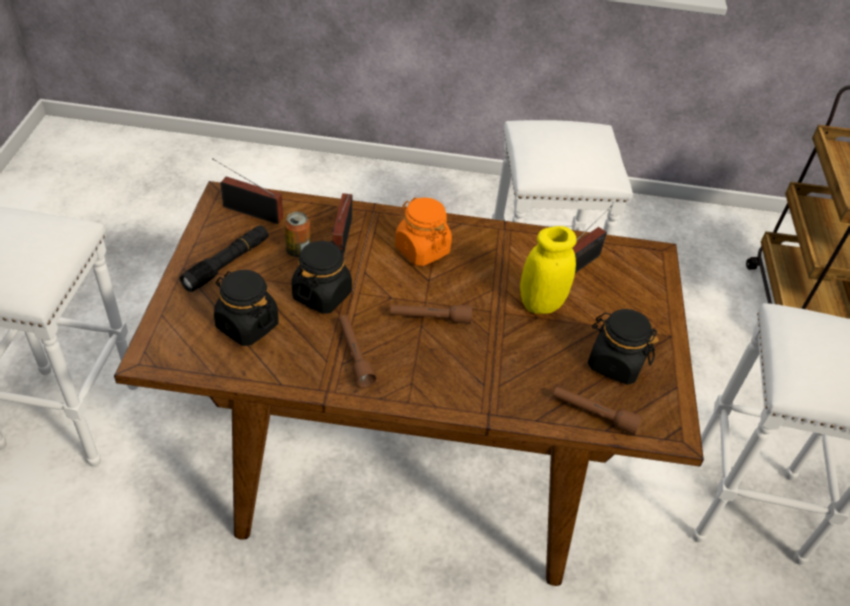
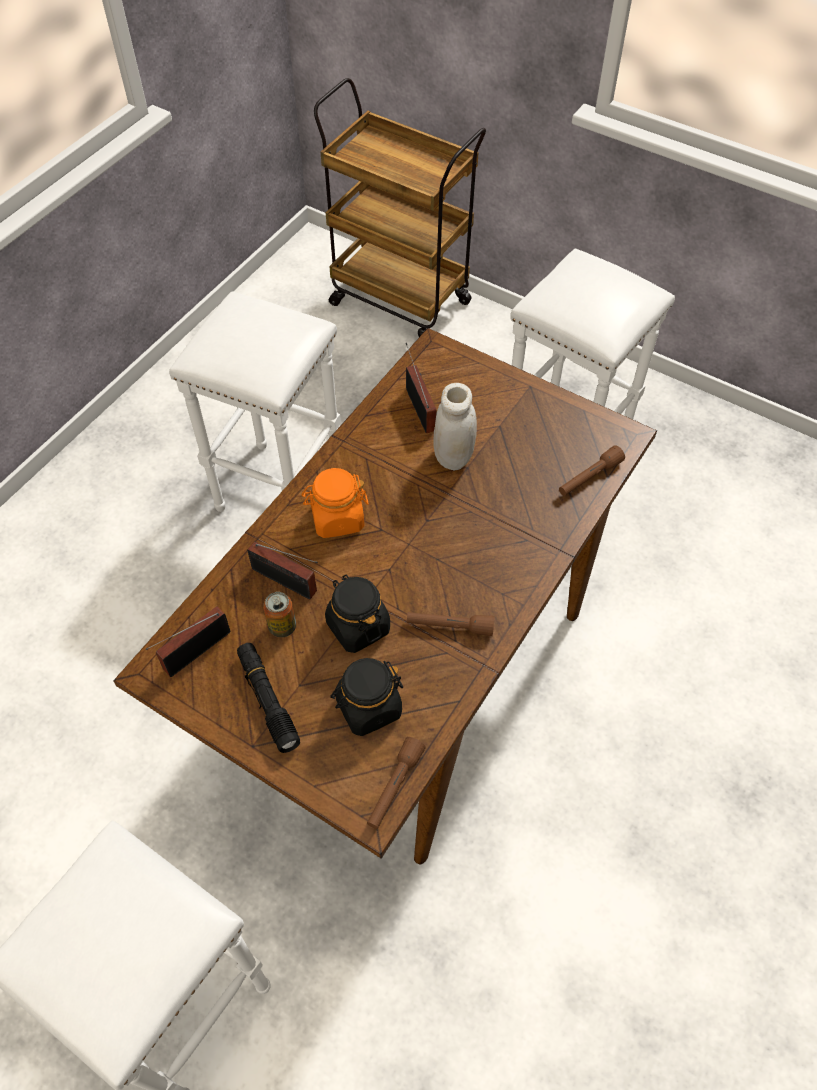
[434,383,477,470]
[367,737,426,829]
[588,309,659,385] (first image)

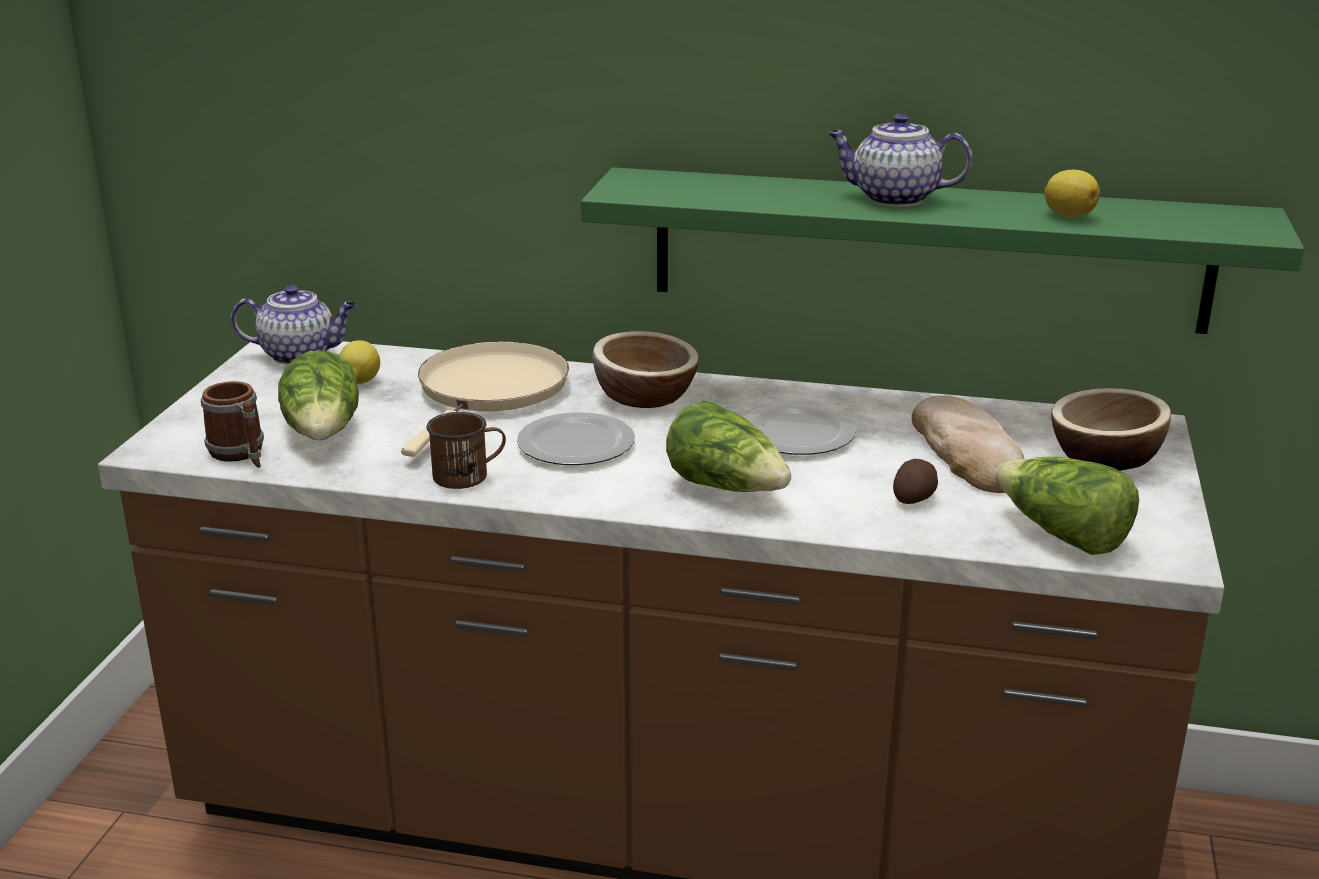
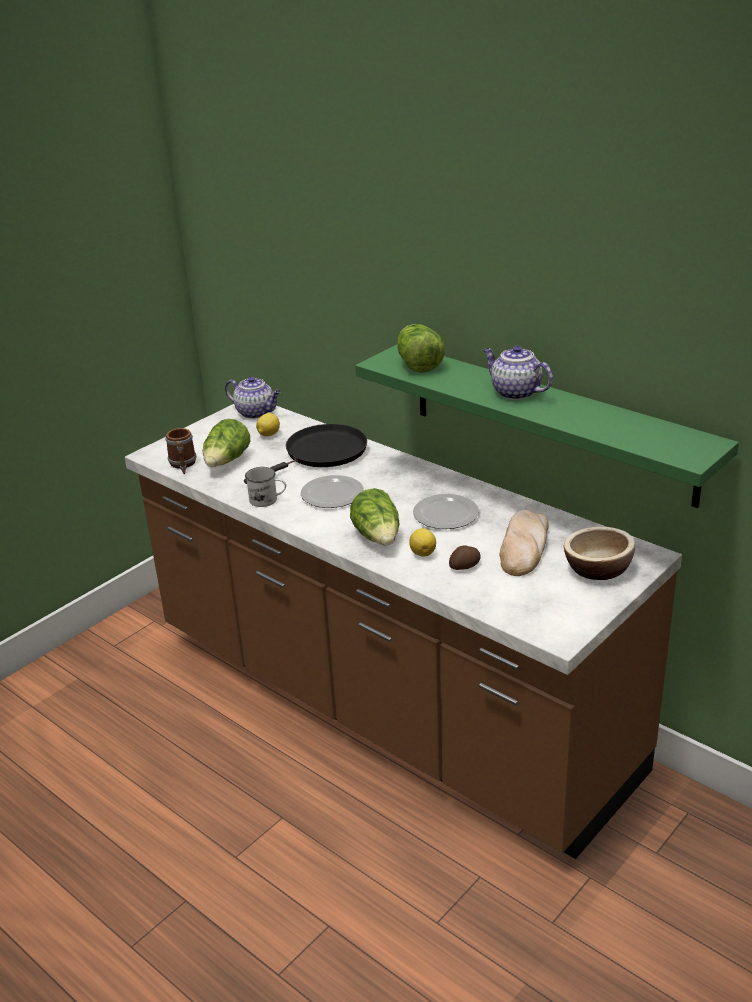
[409,528,436,556]
[593,331,699,408] (first image)
[244,424,367,484]
[245,467,286,507]
[397,324,445,373]

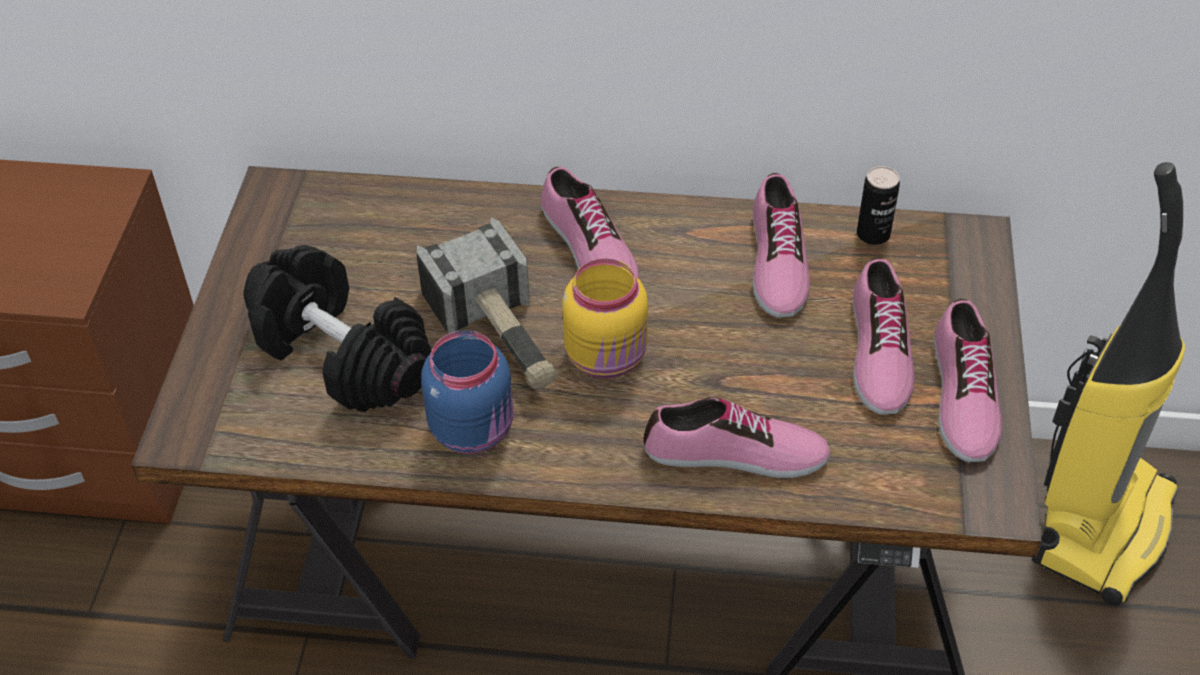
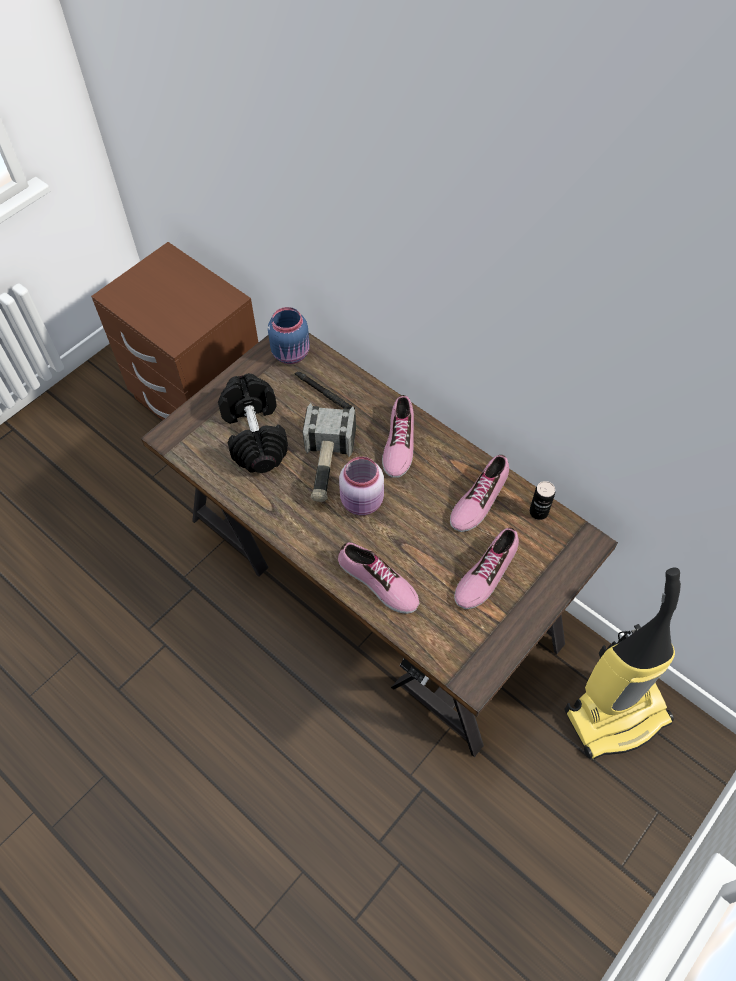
[339,457,384,515]
[934,299,1002,463] (first image)
[268,307,310,364]
[295,371,355,409]

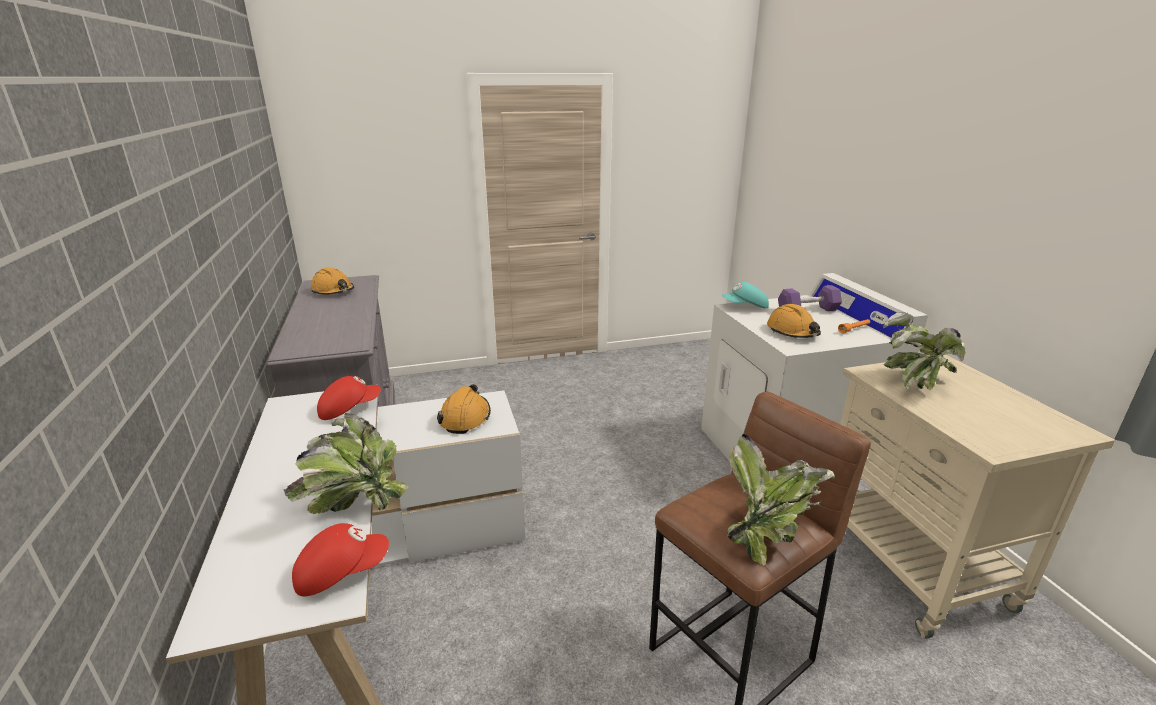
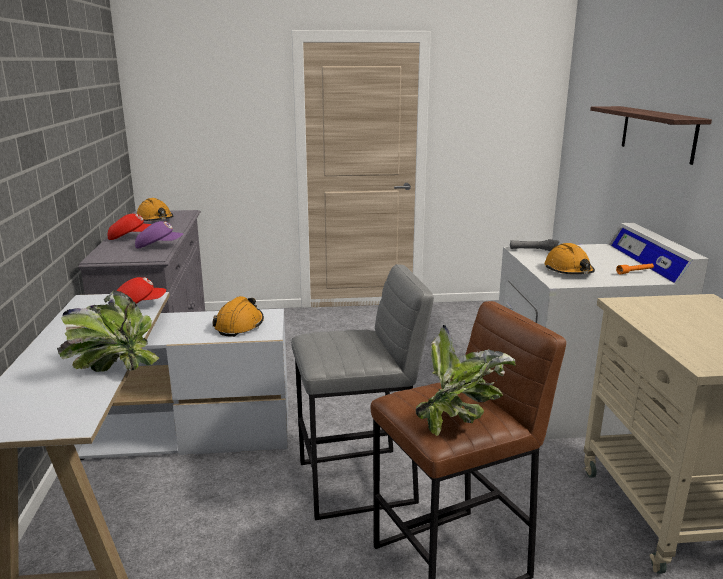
[510,239,559,251]
[778,285,842,311] (first image)
[883,312,965,390] (first image)
[108,214,152,240]
[590,106,712,165]
[135,221,183,248]
[291,264,434,520]

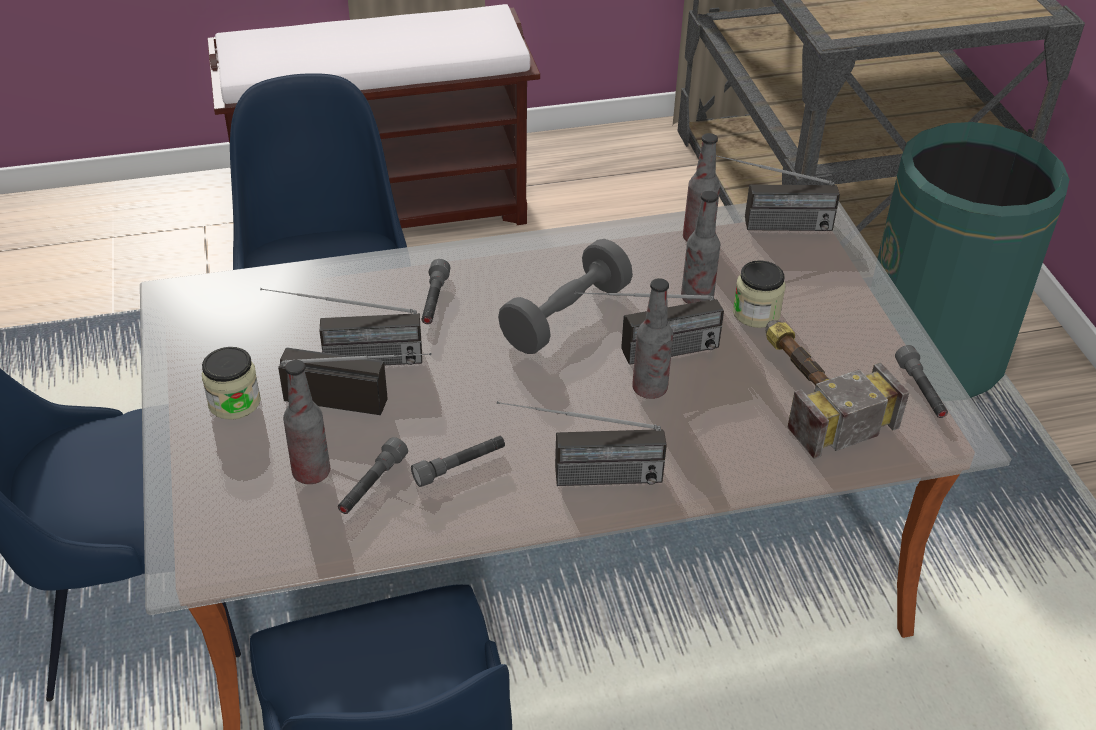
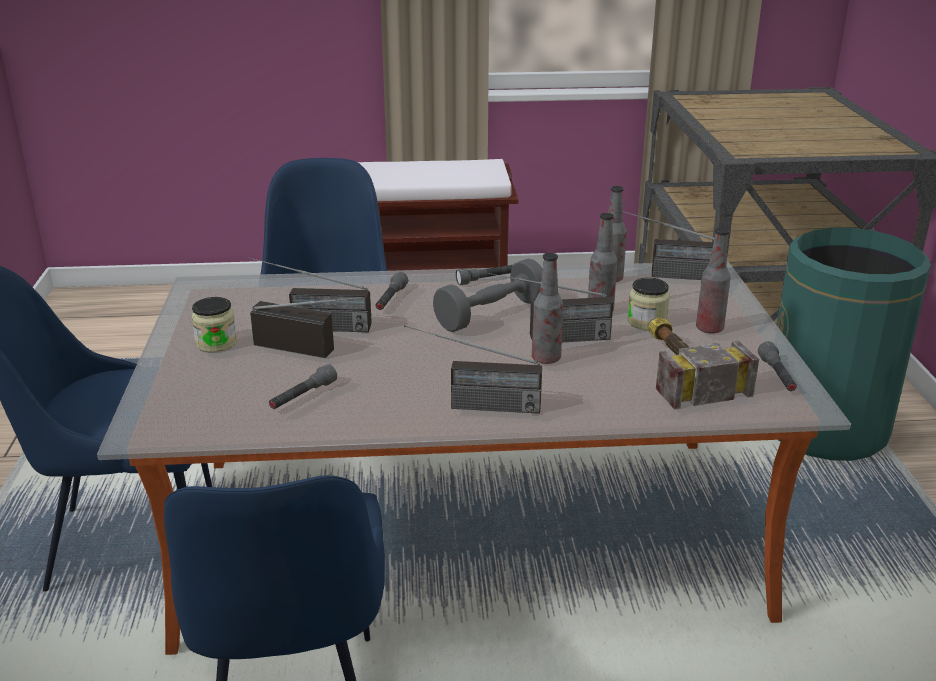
[696,228,731,334]
[456,265,513,285]

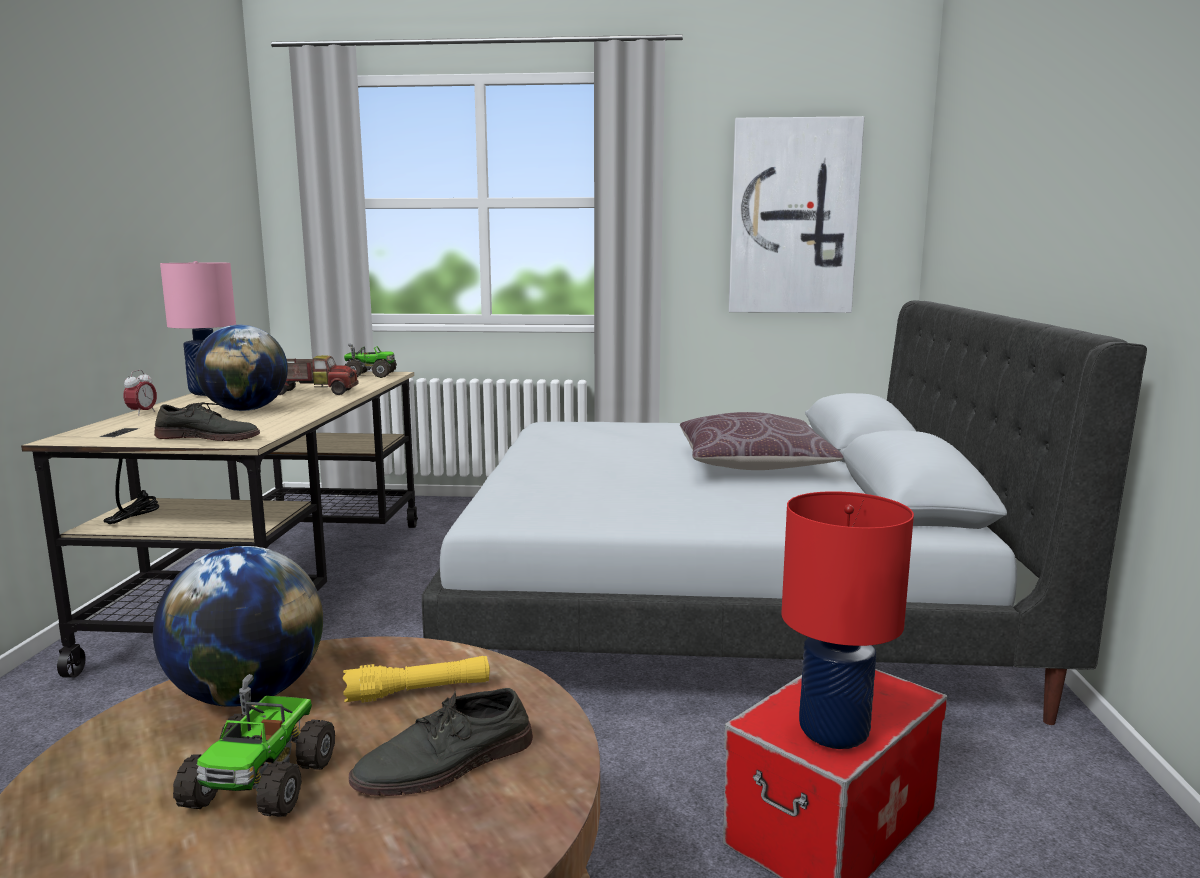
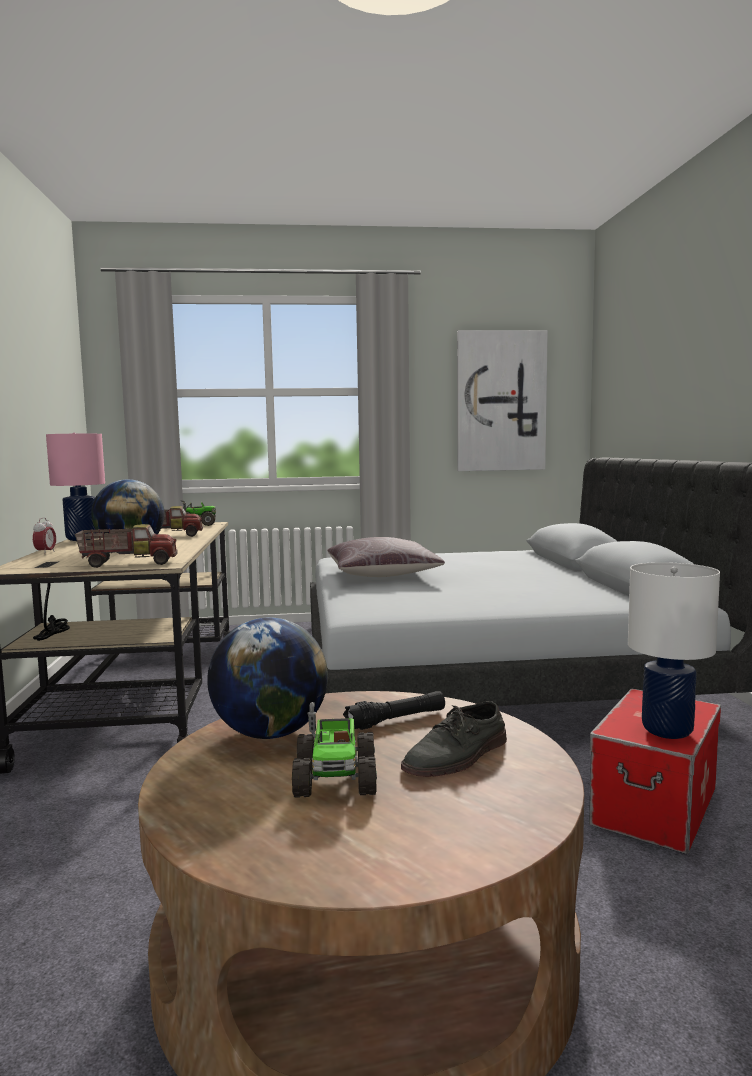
[75,524,178,568]
[327,537,445,577]
[628,562,720,739]
[343,691,445,730]

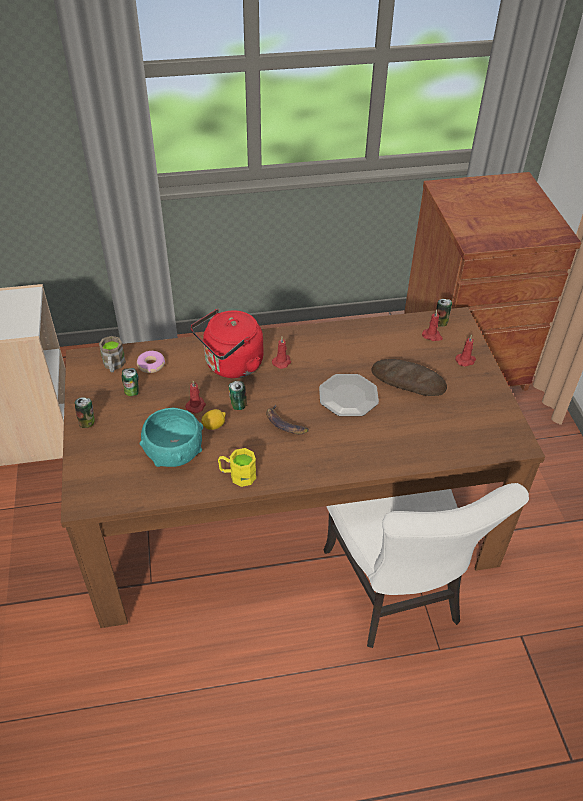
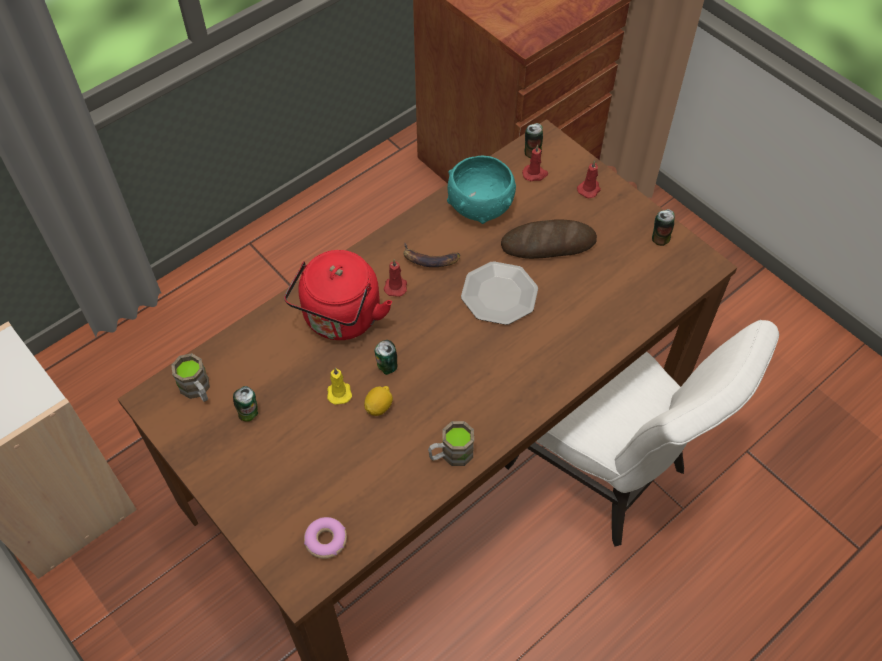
[304,517,347,559]
[327,368,352,405]
[652,209,675,246]
[403,243,460,267]
[447,156,516,224]
[428,421,474,466]

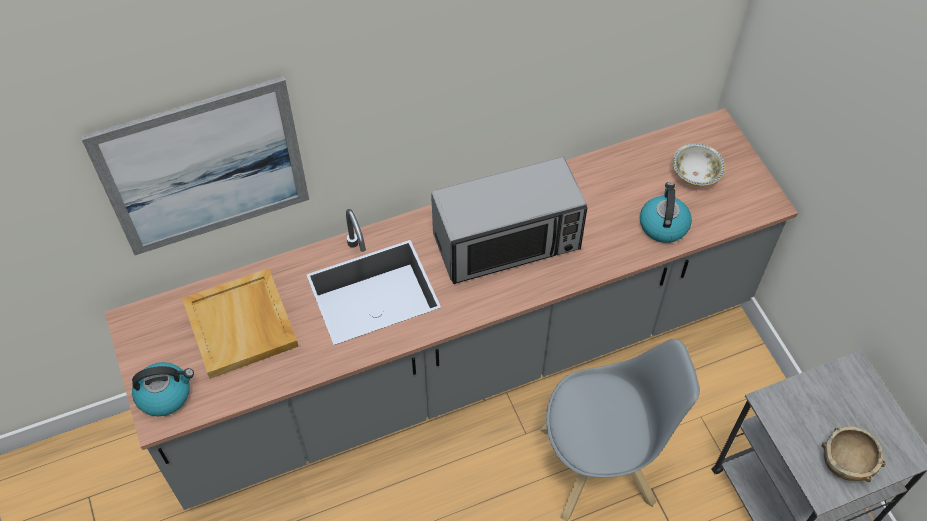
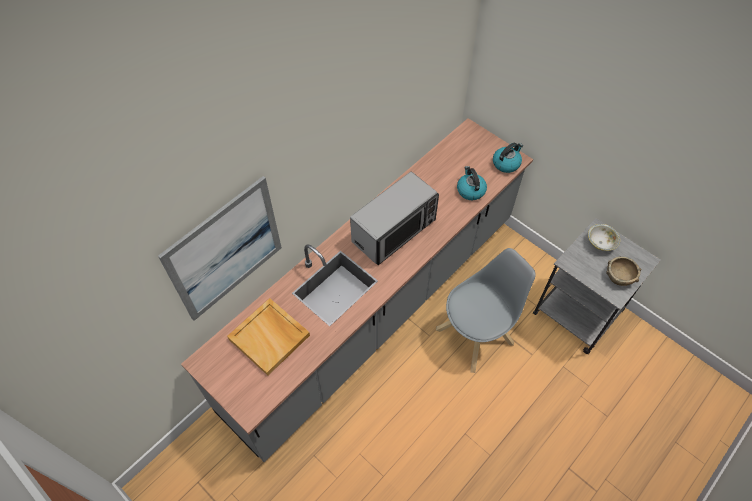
[588,224,620,251]
[493,143,523,173]

